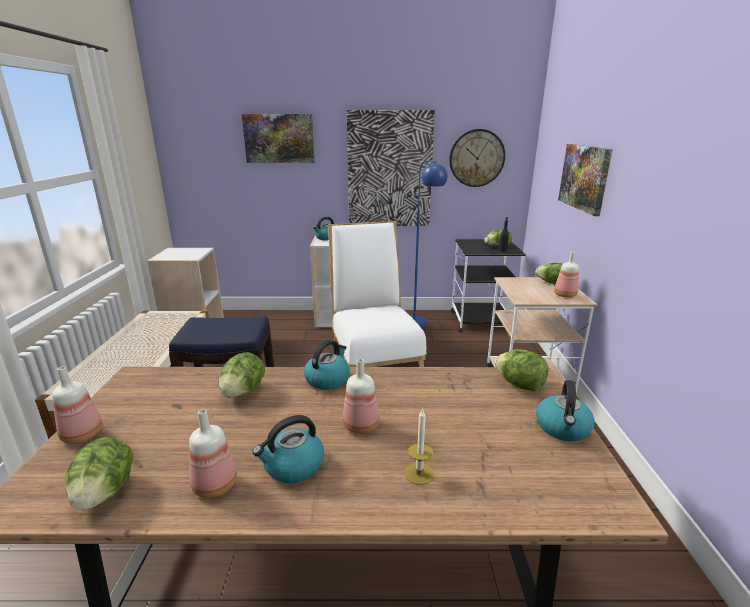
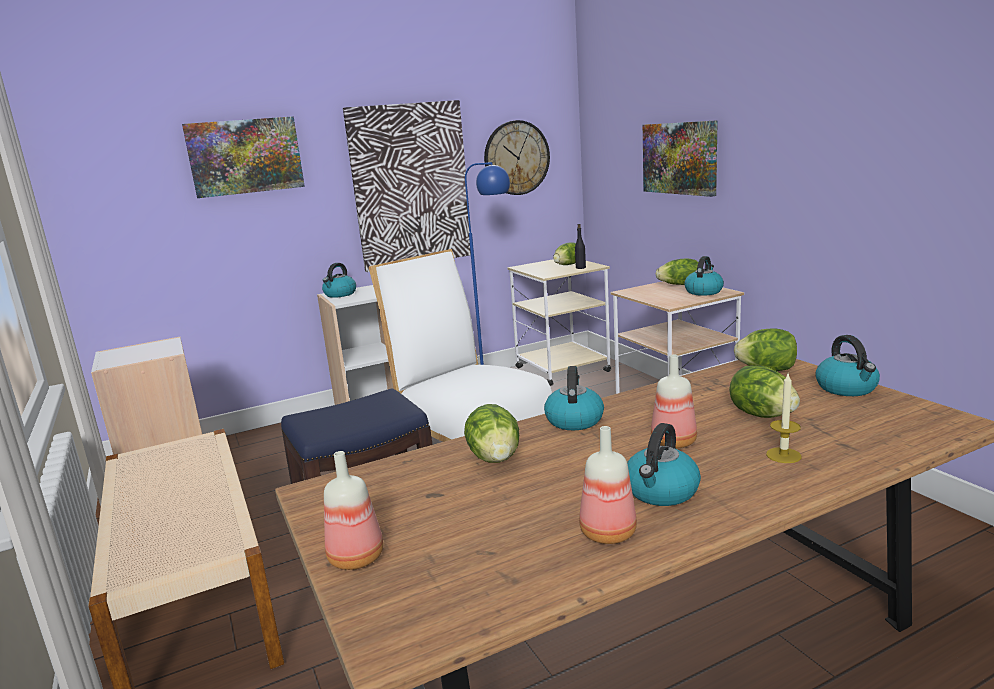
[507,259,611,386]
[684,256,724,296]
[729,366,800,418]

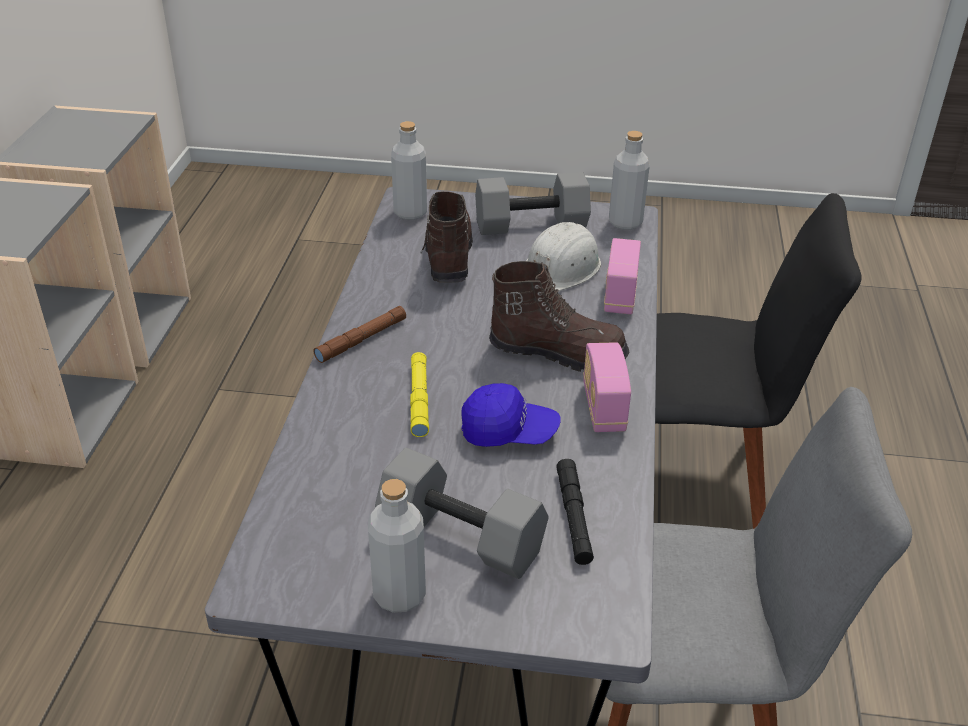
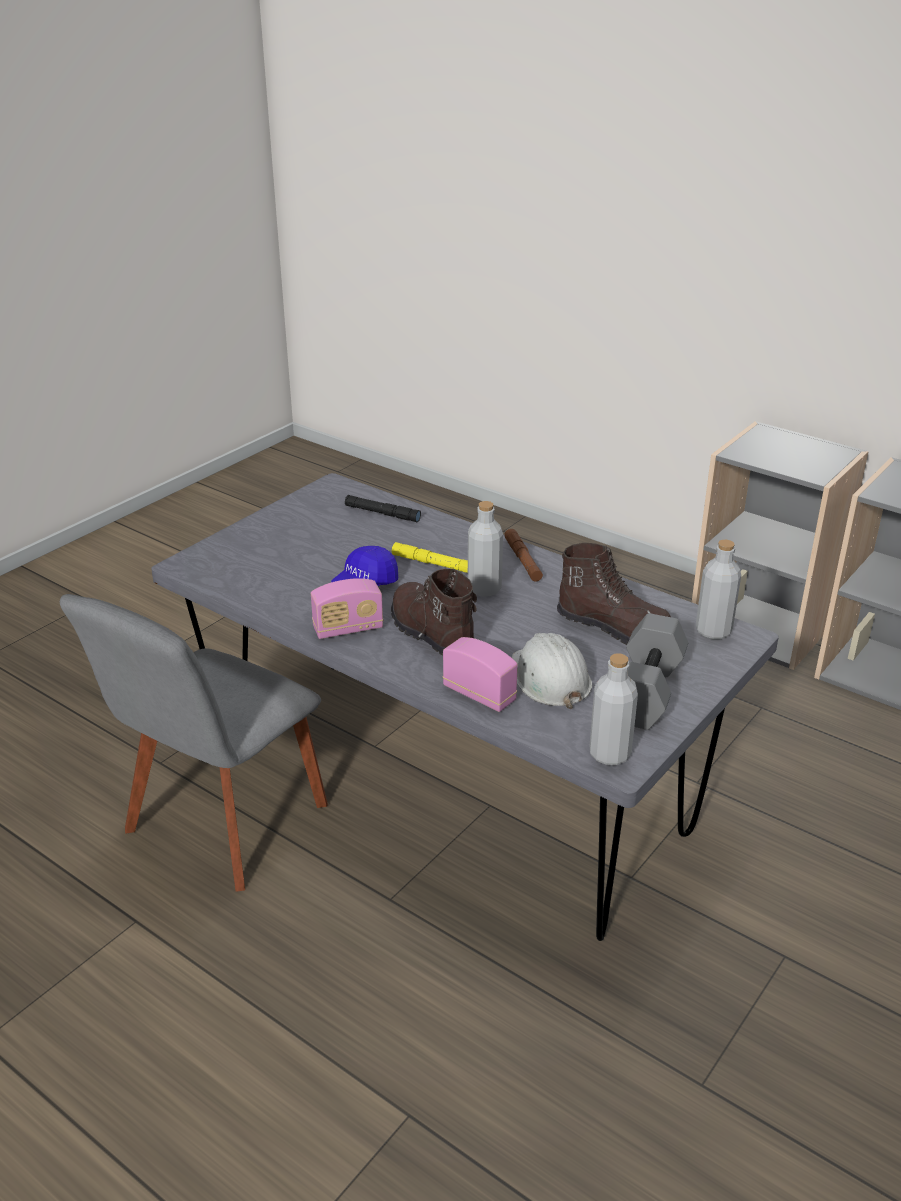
[655,193,862,529] (first image)
[391,568,477,656]
[311,578,383,639]
[375,447,549,579] (first image)
[345,495,421,522]
[468,501,503,597]

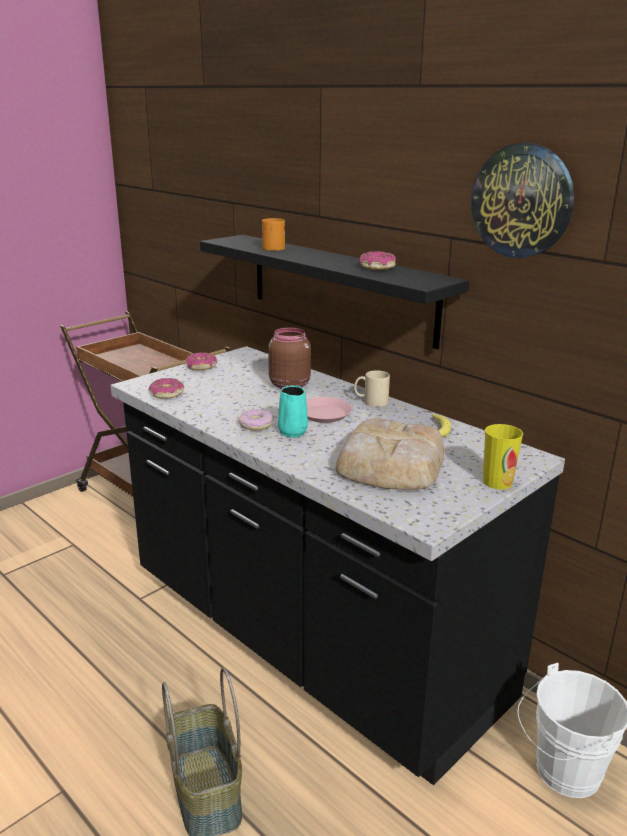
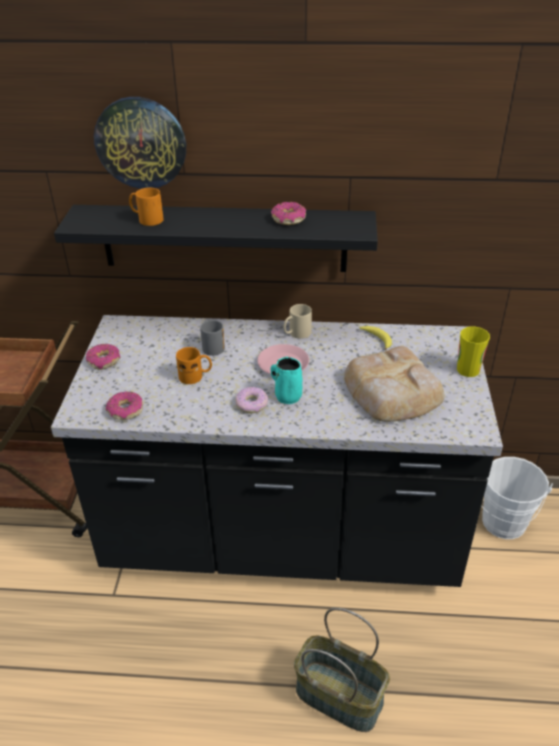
[94,97,186,189]
[200,320,225,356]
[176,347,212,384]

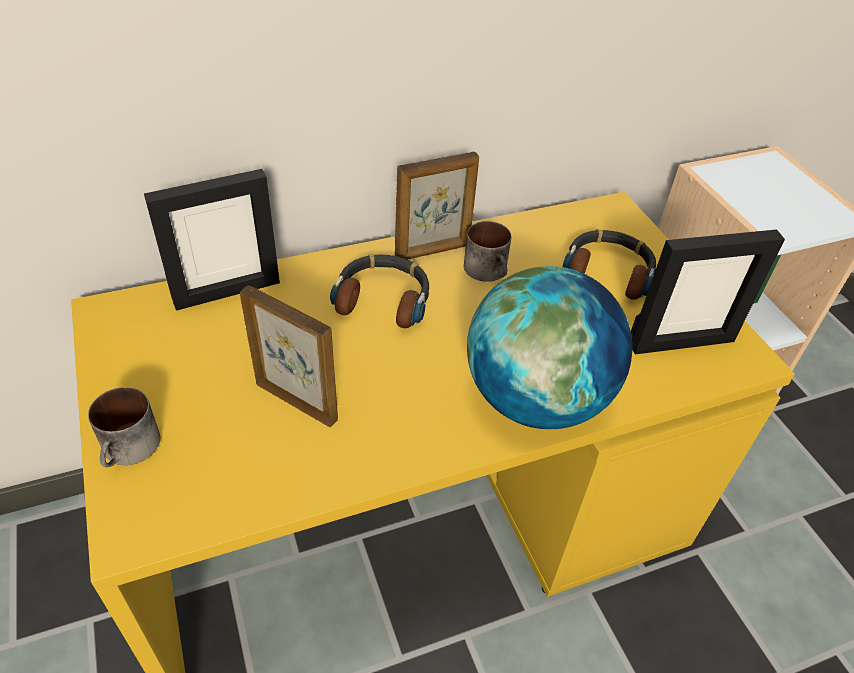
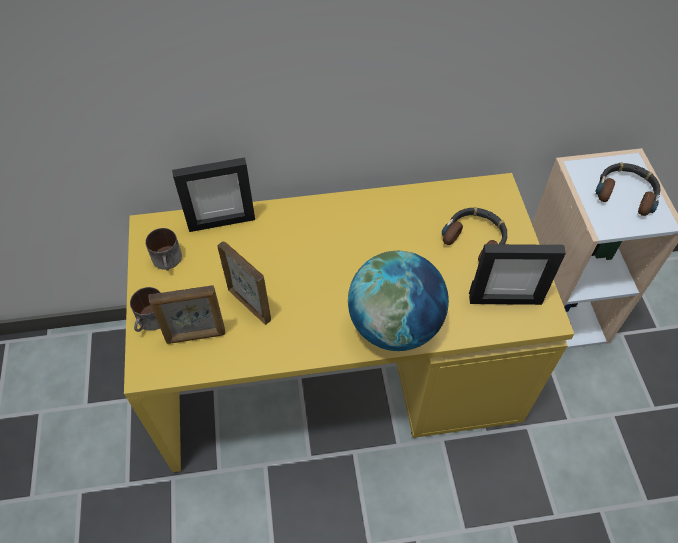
[149,285,225,344]
[145,228,182,270]
[595,162,660,216]

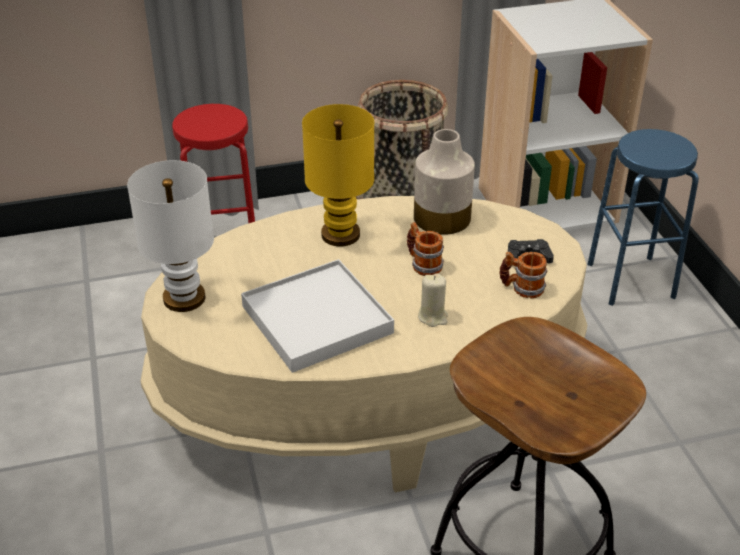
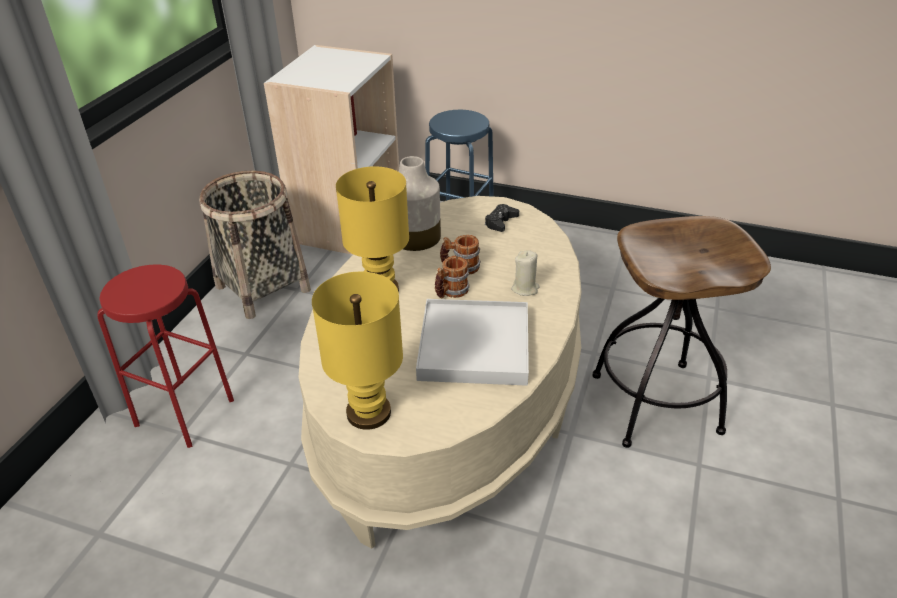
[312,272,403,430]
[435,256,470,299]

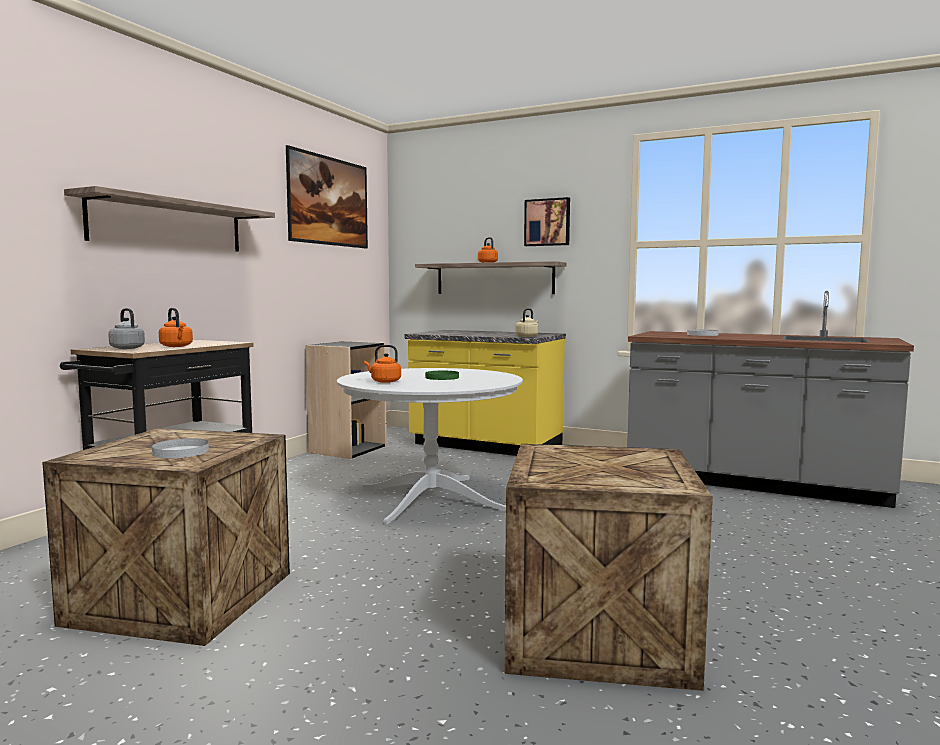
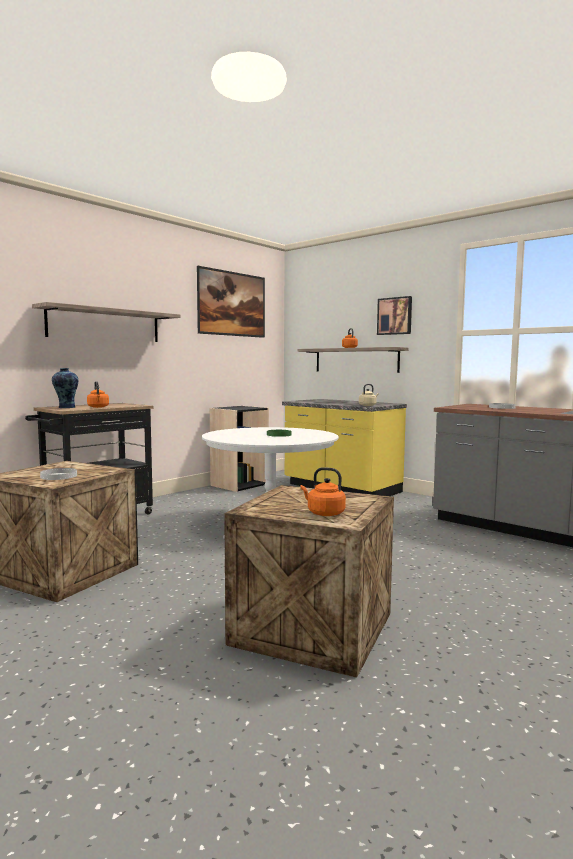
[52,368,78,408]
[300,467,346,516]

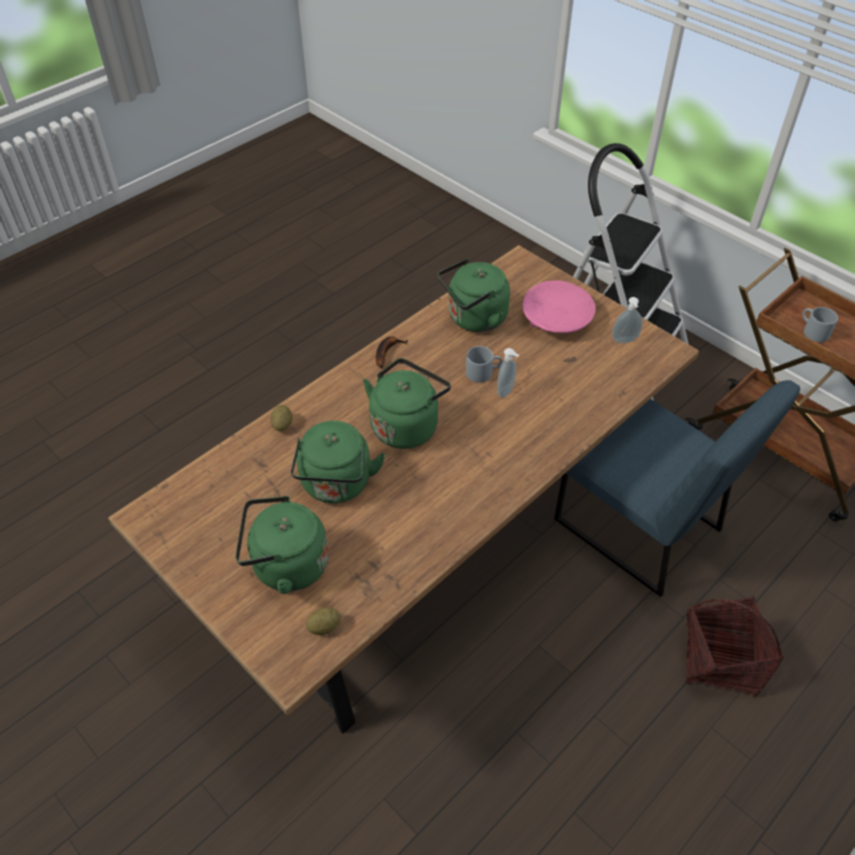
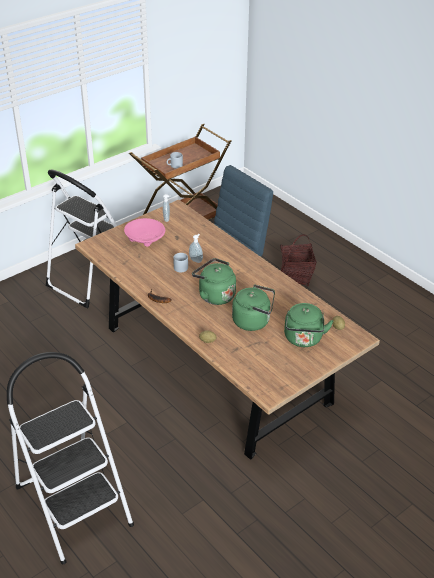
[438,259,510,332] (first image)
[7,352,134,564]

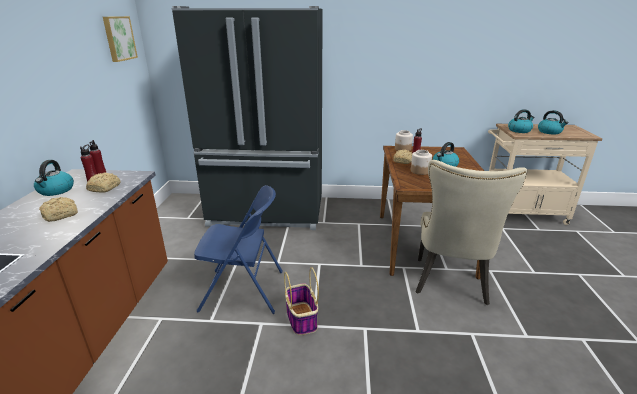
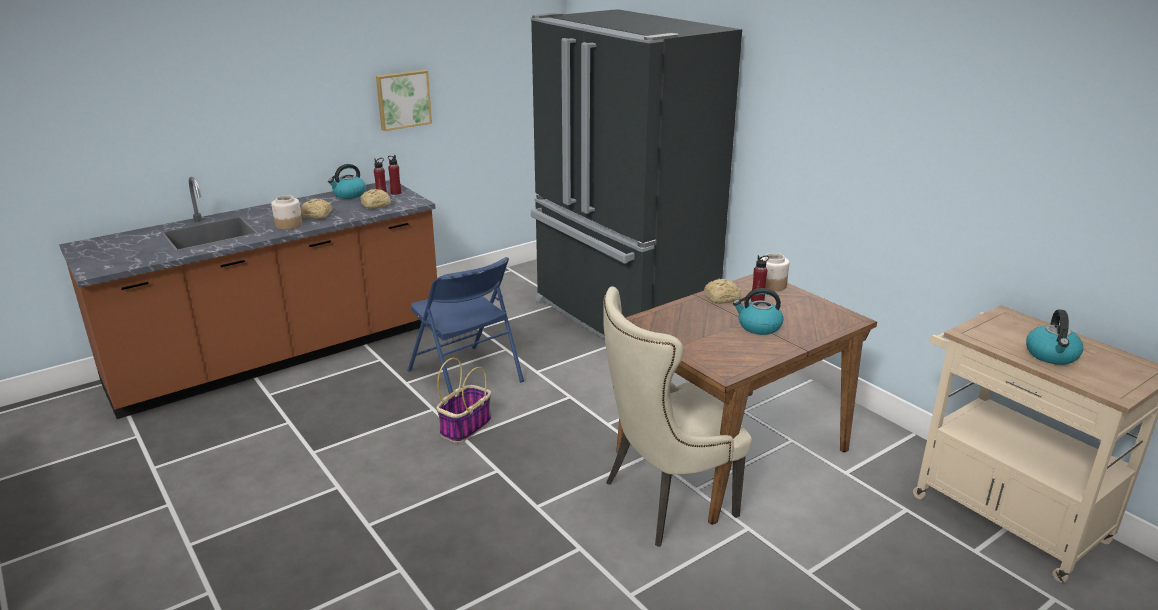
[376,70,432,131]
[508,109,535,133] (first image)
[271,195,302,230]

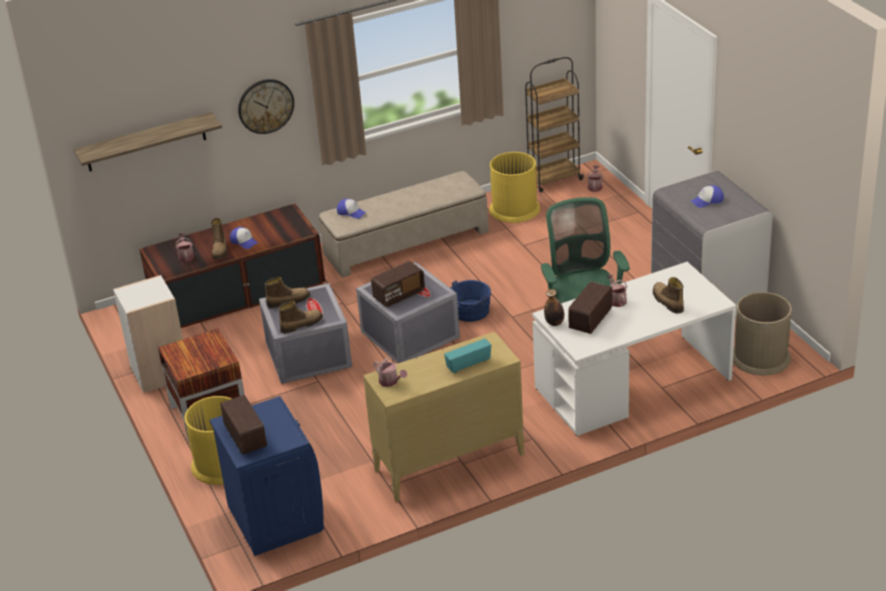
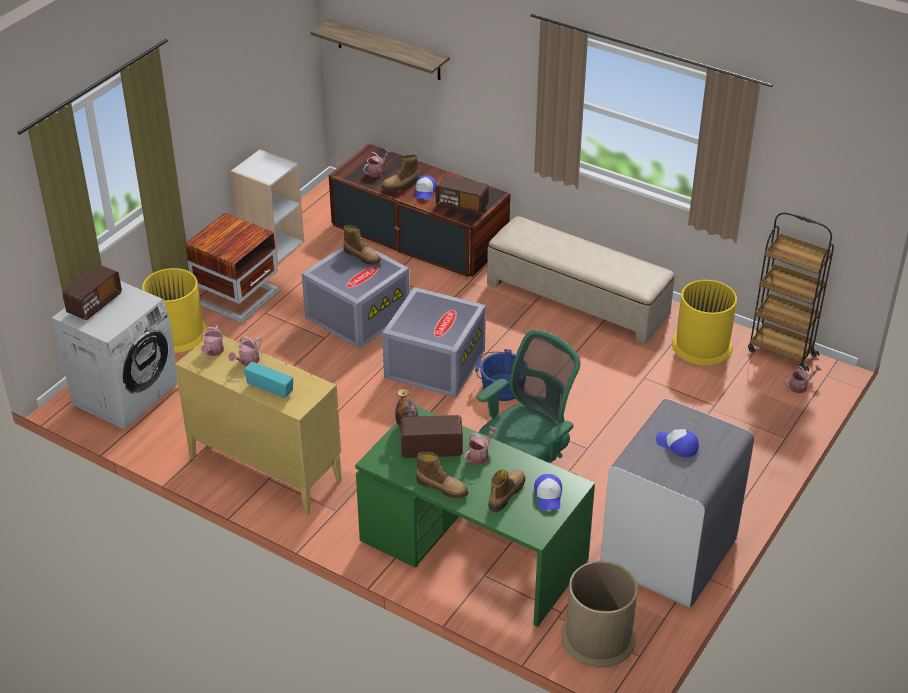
[238,79,294,134] (first image)
[534,474,562,510]
[436,175,489,216]
[355,405,595,627]
[416,452,468,499]
[52,281,177,429]
[228,336,262,366]

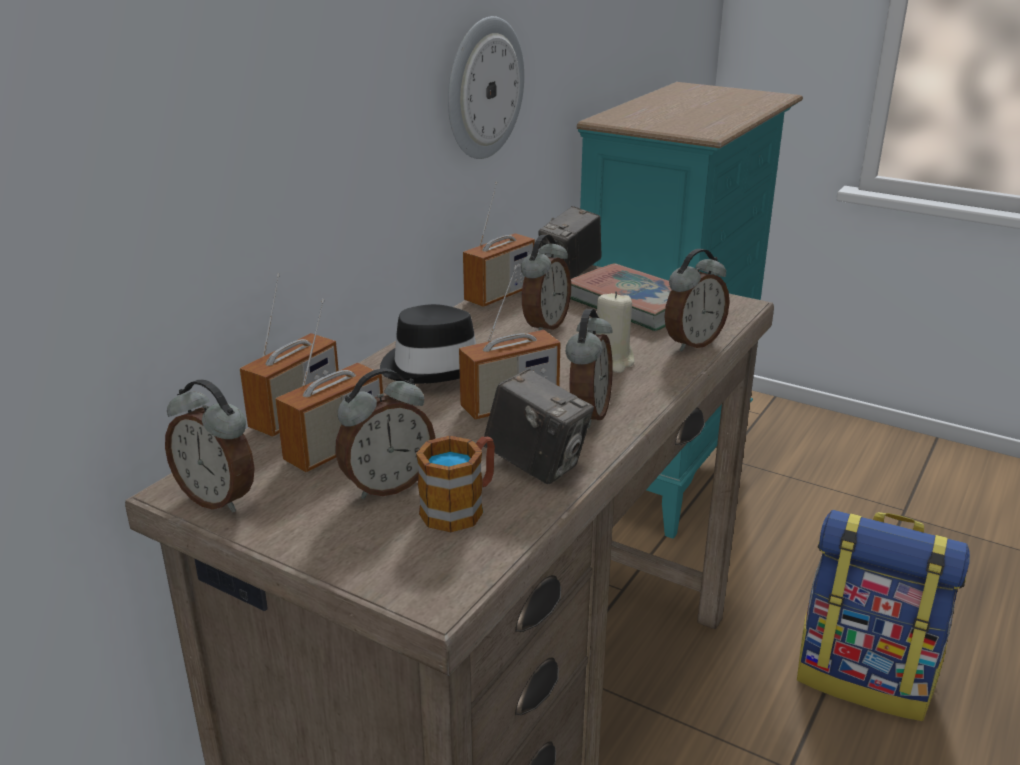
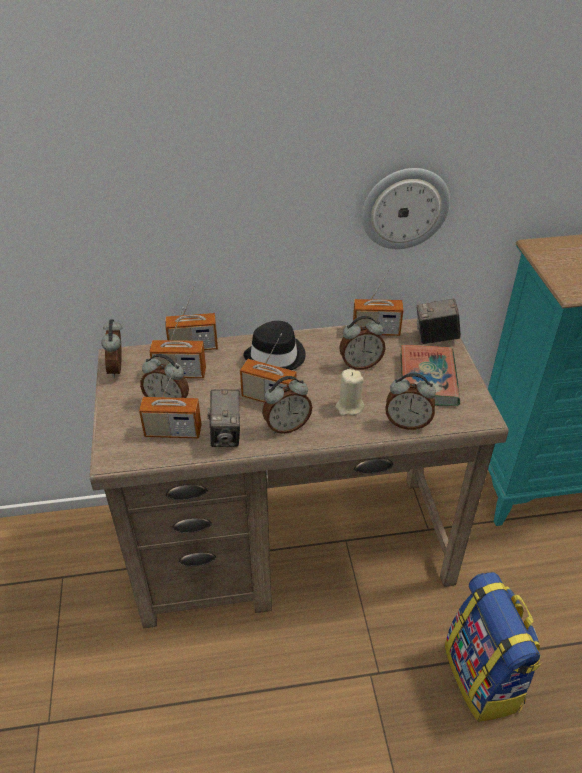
[139,363,202,438]

